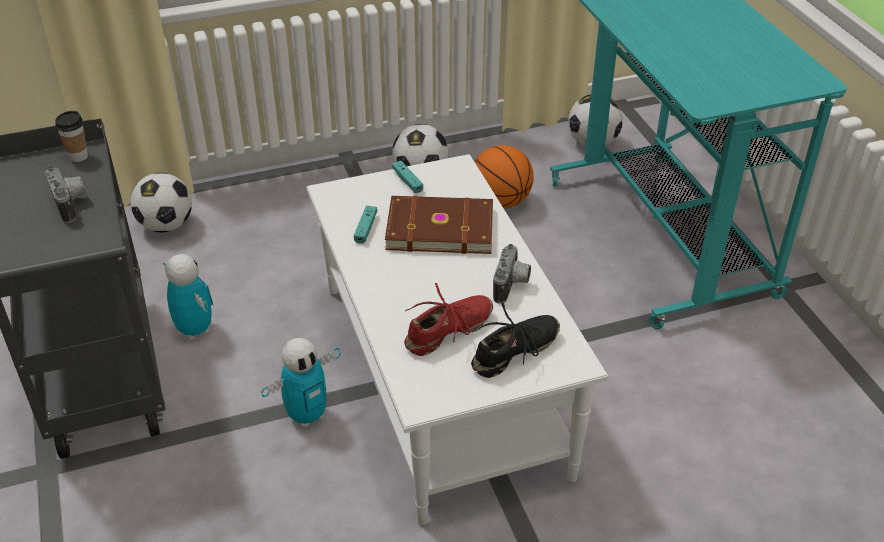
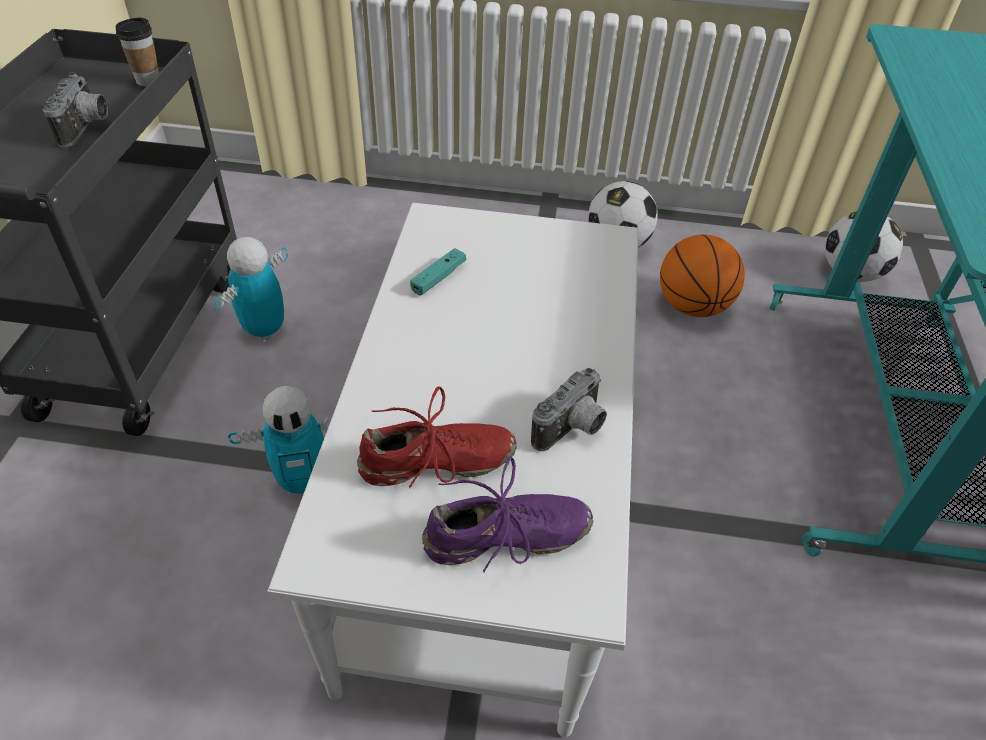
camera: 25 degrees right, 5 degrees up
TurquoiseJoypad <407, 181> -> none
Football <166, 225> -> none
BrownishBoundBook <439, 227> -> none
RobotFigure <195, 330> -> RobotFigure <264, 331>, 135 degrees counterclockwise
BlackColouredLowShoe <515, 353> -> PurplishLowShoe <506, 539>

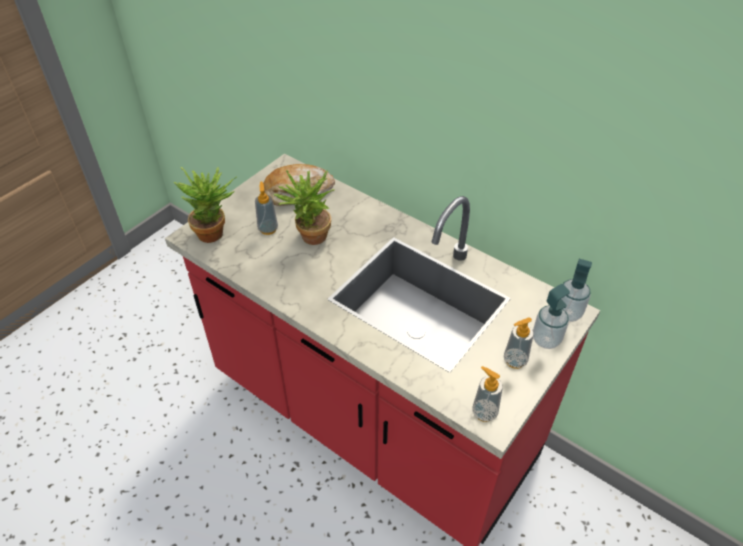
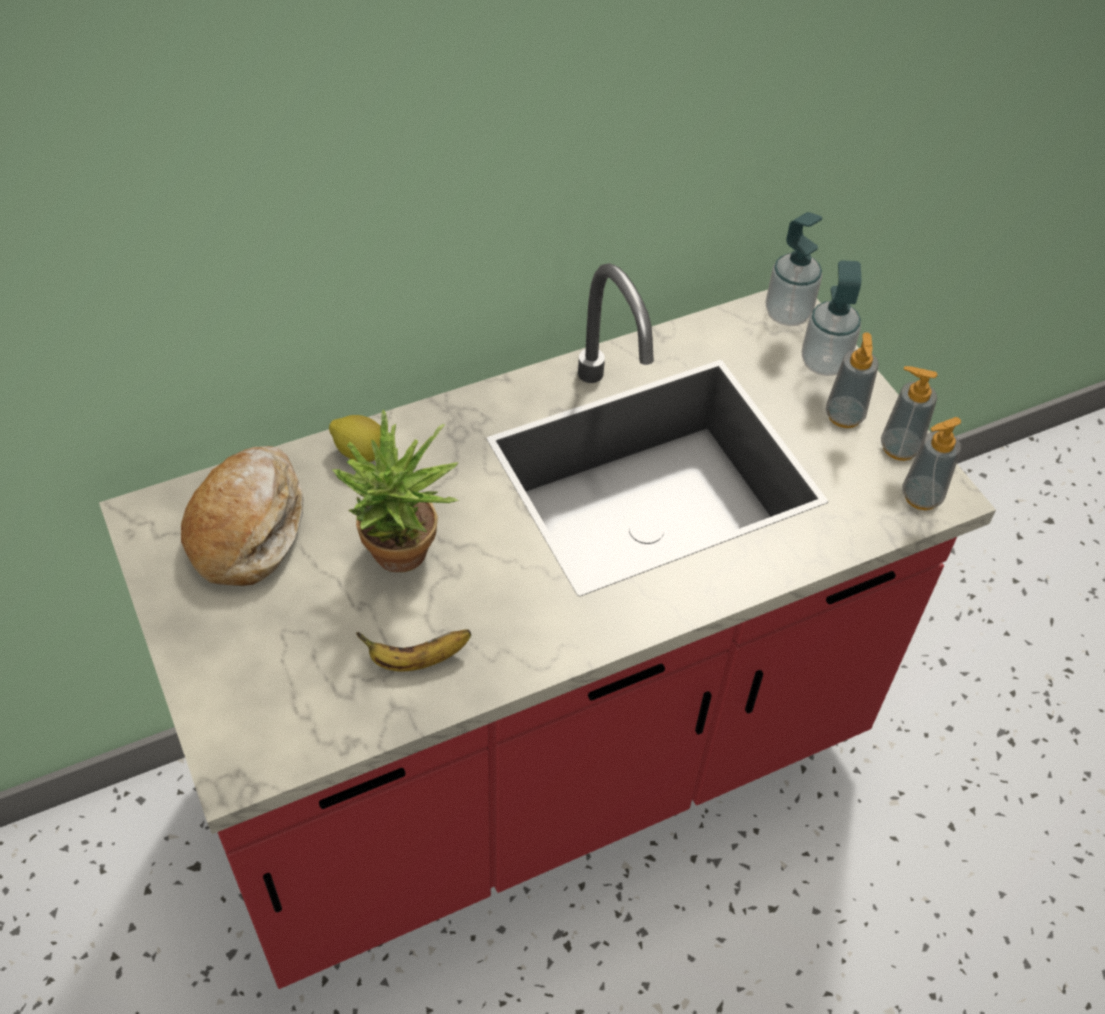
camera: 65 degrees left, 5 degrees up
PlantInAPot <216, 233> -> none
SoapDispenser <268, 229> -> SoapDispenser <899, 447>, shifted
none -> CitrusFruit <361, 452>
none -> WholeBanana <417, 660>

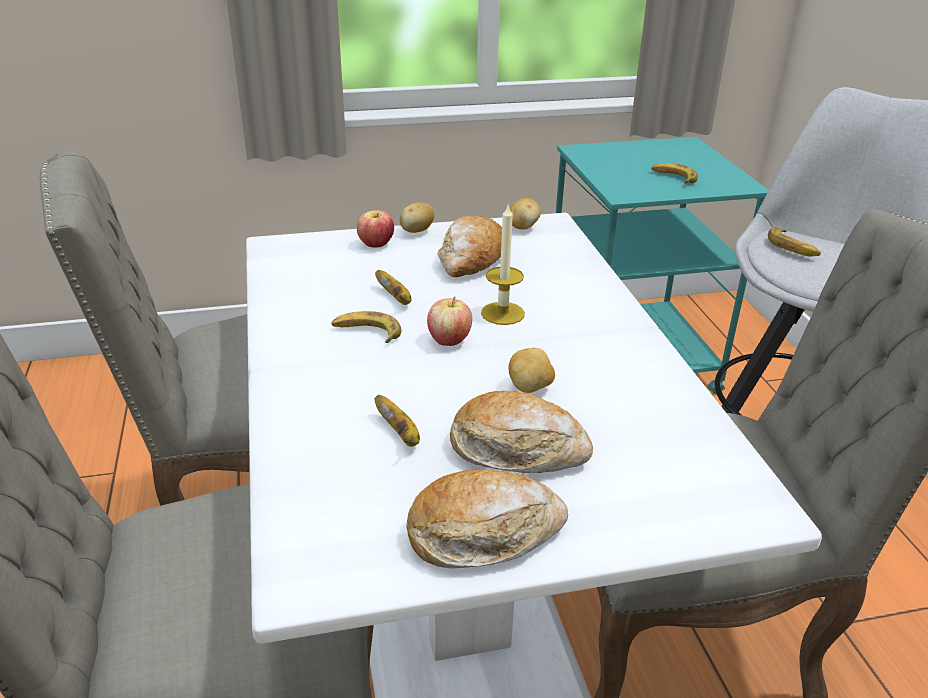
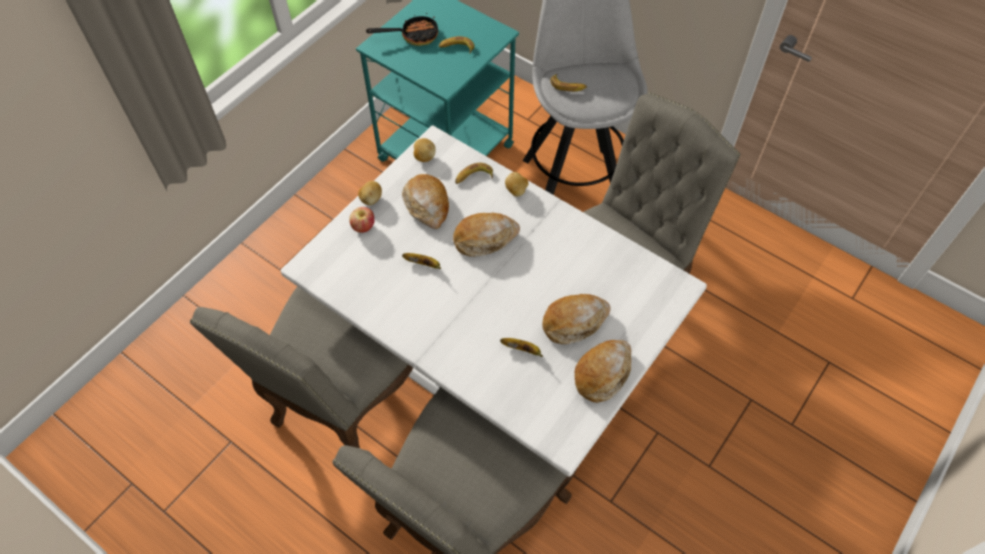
camera: 40 degrees left, 25 degrees up
WaxCandle <502, 313> -> BakedBread <485, 238>
Apple <449, 340> -> none
WholeBanana <366, 333> -> WholeBanana <473, 177>, shifted
Spud <530, 387> -> Spud <516, 191>, shifted
none -> Skillet <413, 35>

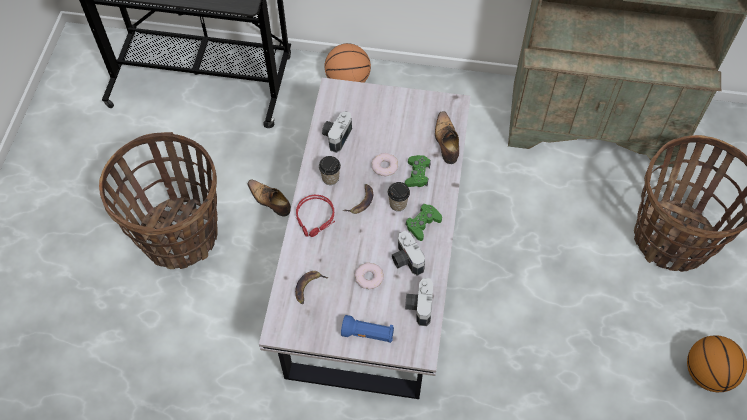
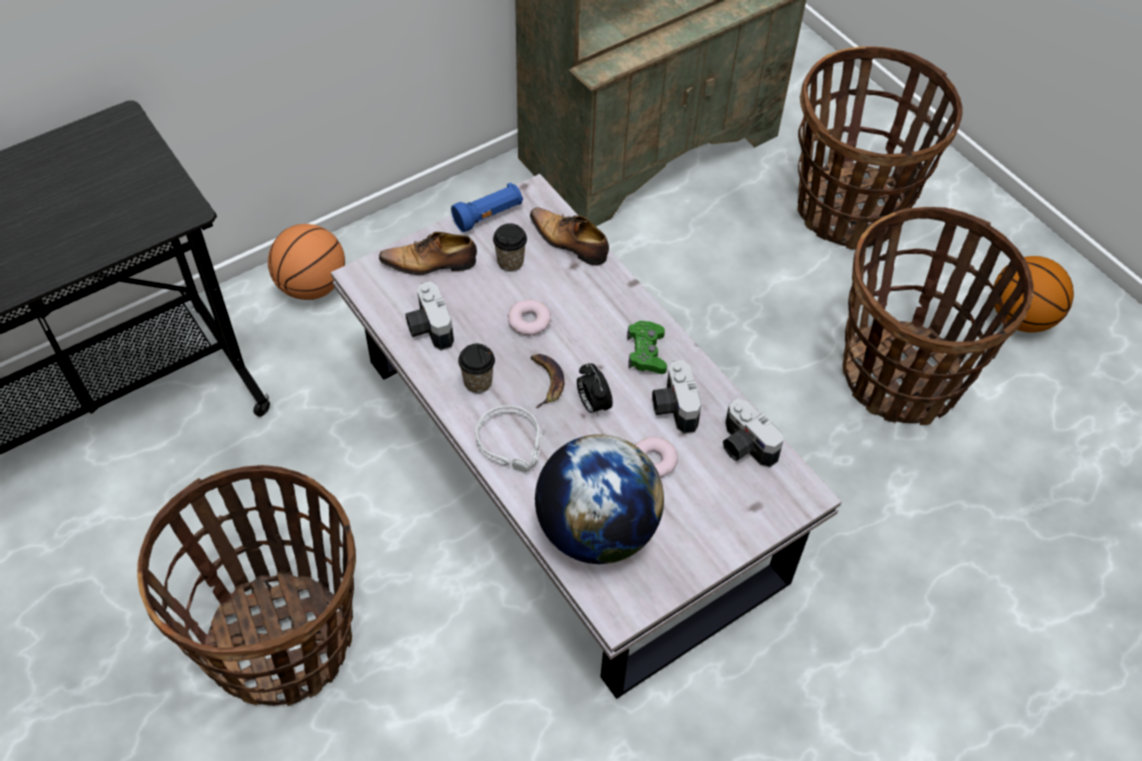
camera: 45 degrees left, 5 degrees down
GreenJoypad <417, 174> -> none
LowShoe <269, 200> -> LowShoe <431, 263>, shifted
SmallCup <398, 204> -> SmallCup <510, 262>, shifted
RedHeadset <315, 219> -> GreyishHeadset <513, 443>
PhotoCamera <405, 260> -> PhotoCamera <672, 407>, 60 degrees clockwise
WholeBanana <308, 287> -> DeskGlobe <596, 530>
BlueTorch <368, 334> -> BlueTorch <488, 216>, shifted
none -> Basket <902, 376>
none -> BedsideClock <592, 404>

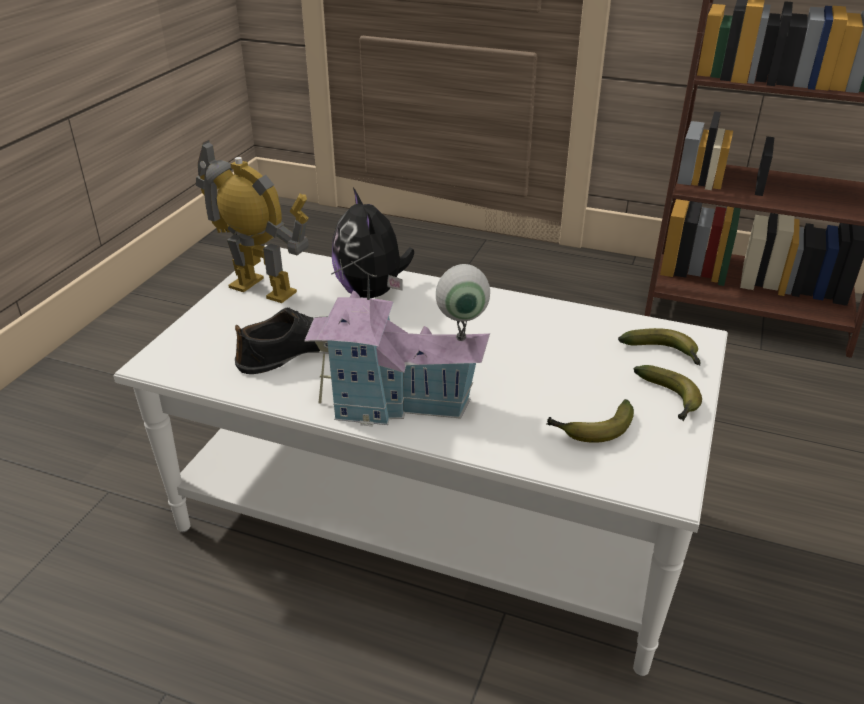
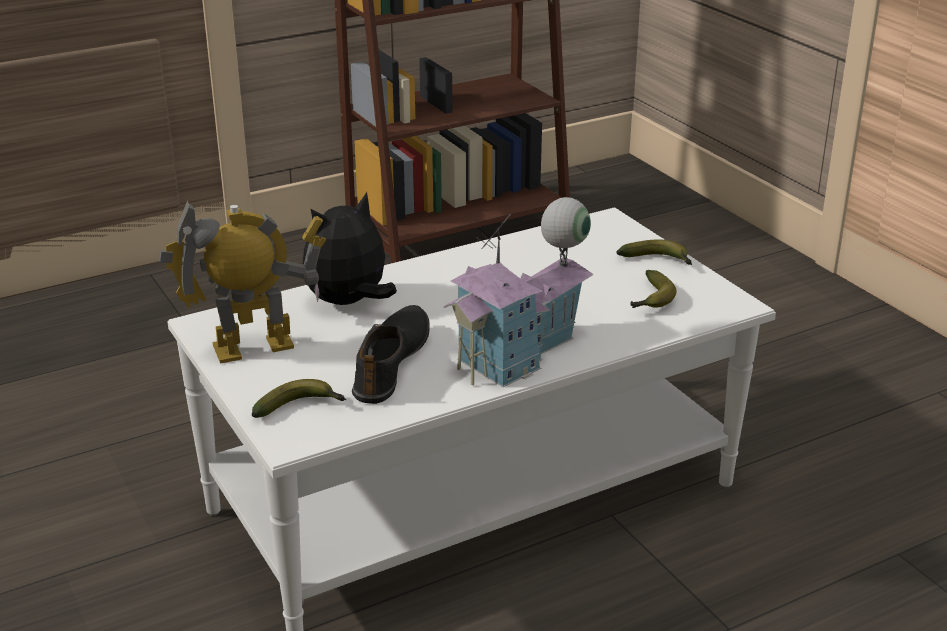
camera: 50 degrees left, 5 degrees down
SoftToy <373, 292> -> SoftToy <349, 303>, 120 degrees clockwise
WholeBanana <664, 354> -> WholeBanana <300, 408>, shifted

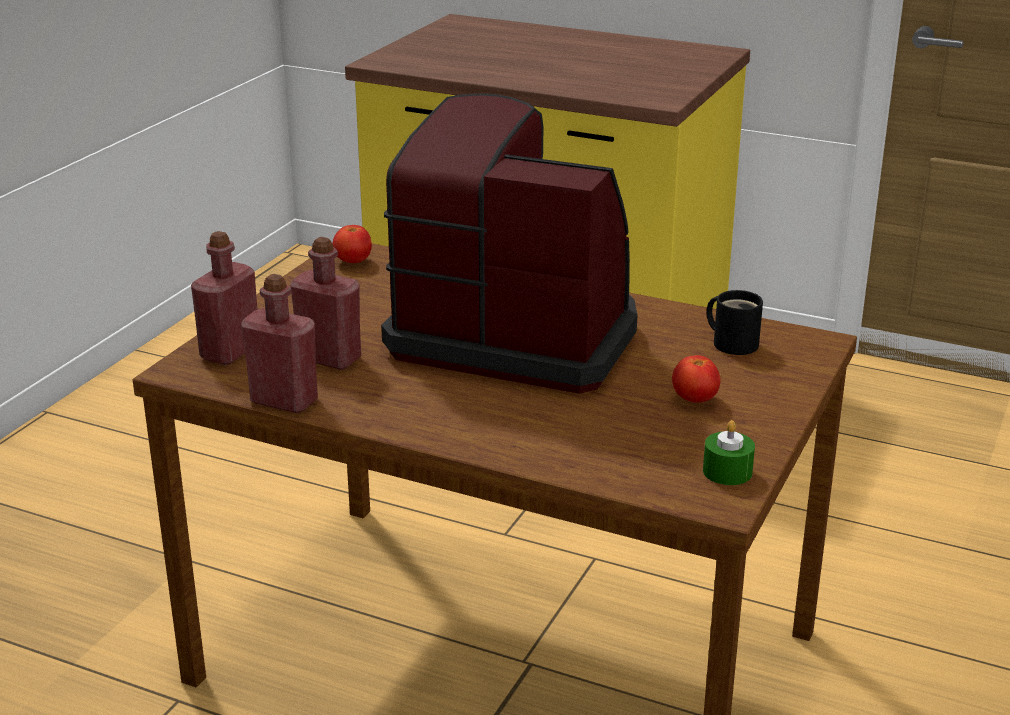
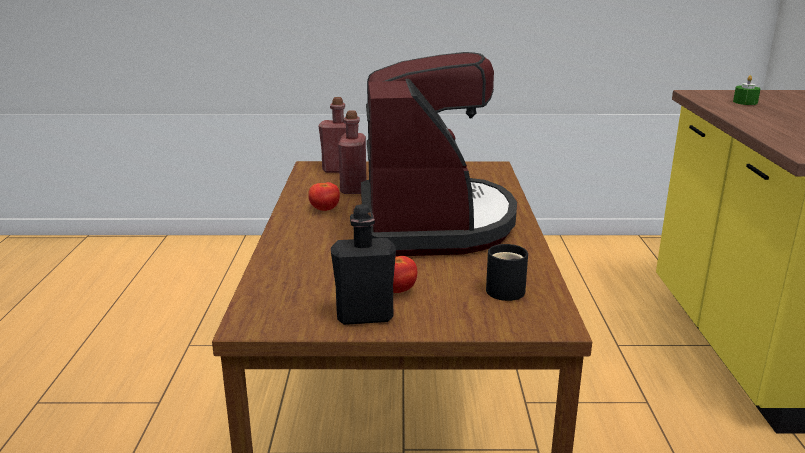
camera: 65 degrees right, 5 degrees down
WholeTomato <353, 262> -> WholeTomato <324, 209>, shifted
RedBottle <284, 401> -> none
GreenWaxCandle <727, 471> -> GreenWaxCandle <745, 102>, shifted
none -> BlackColouredBottle <364, 316>

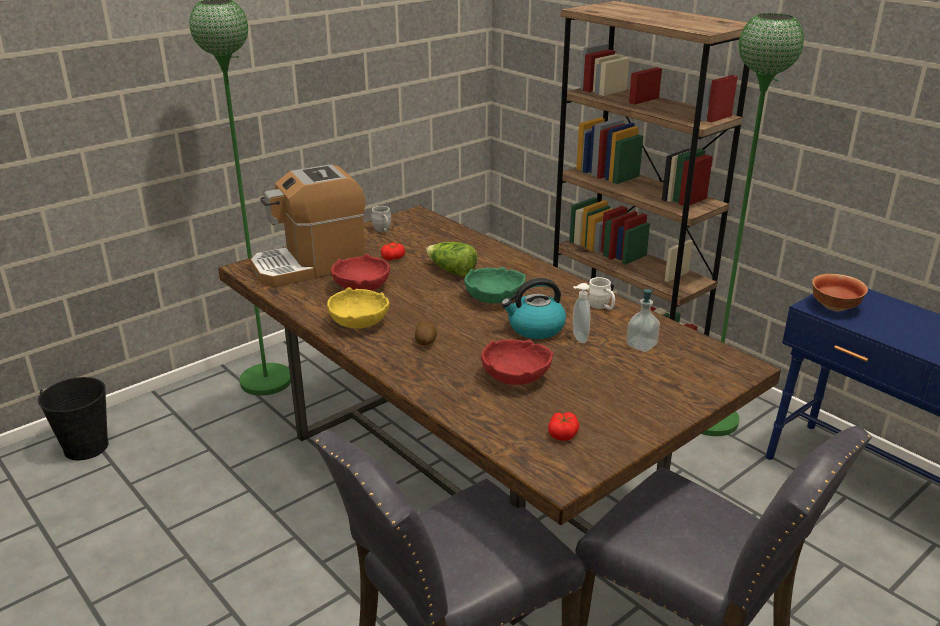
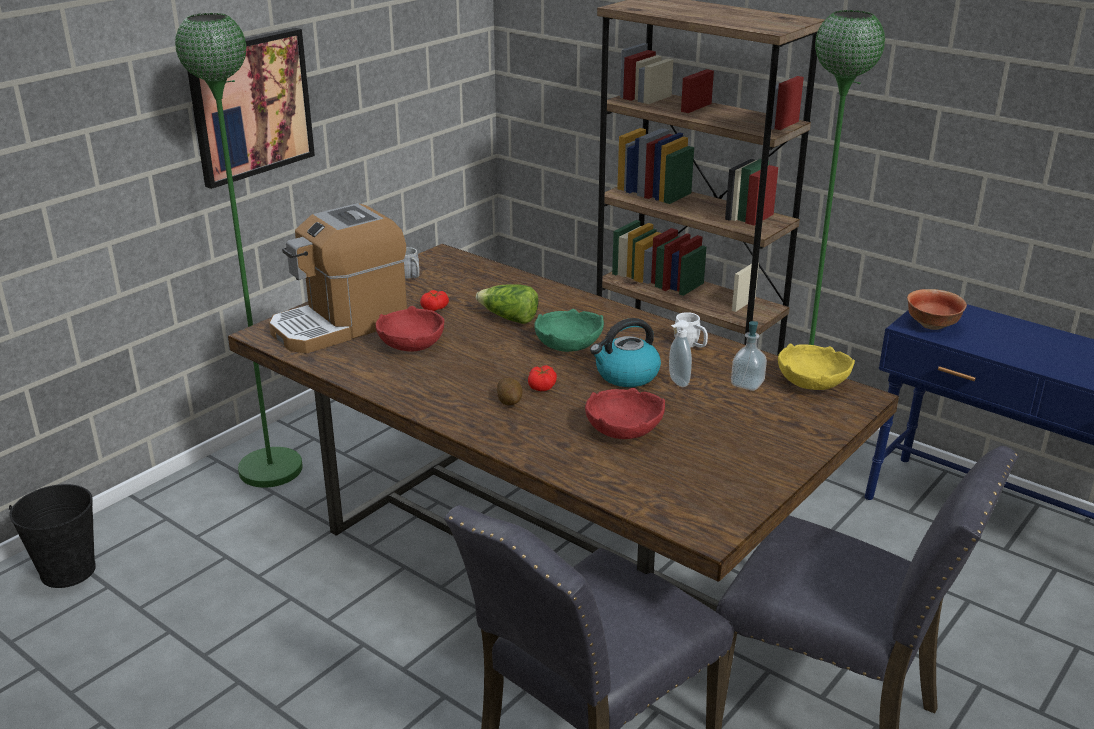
camera: 10 degrees left, 0 degrees up
YellowishDeepDish <359, 322> -> YellowishDeepDish <811, 383>, shifted
WholeTomato <563, 434> -> WholeTomato <542, 386>, shifted
none -> Picture <250, 106>

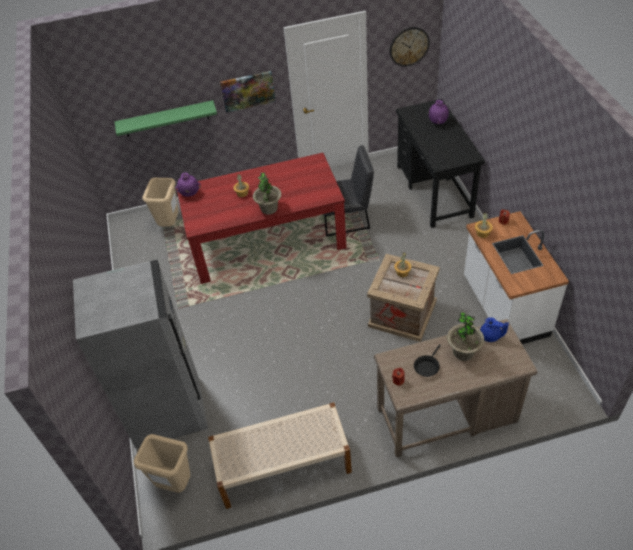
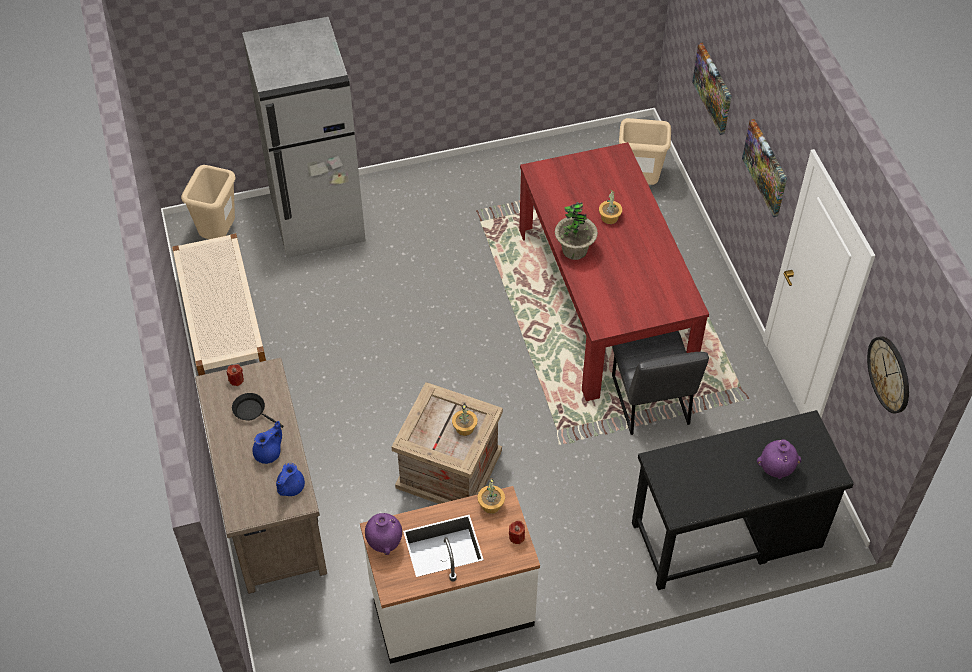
camera: 85 degrees right, 5 degrees up
GreenWallShelf <166, 119> -> Picture <713, 88>
PurplishDecorativeVase <189, 194> -> PurplishDecorativeVase <384, 542>, shifted
PlantInAPot <463, 352> -> BlueTeapot <269, 453>

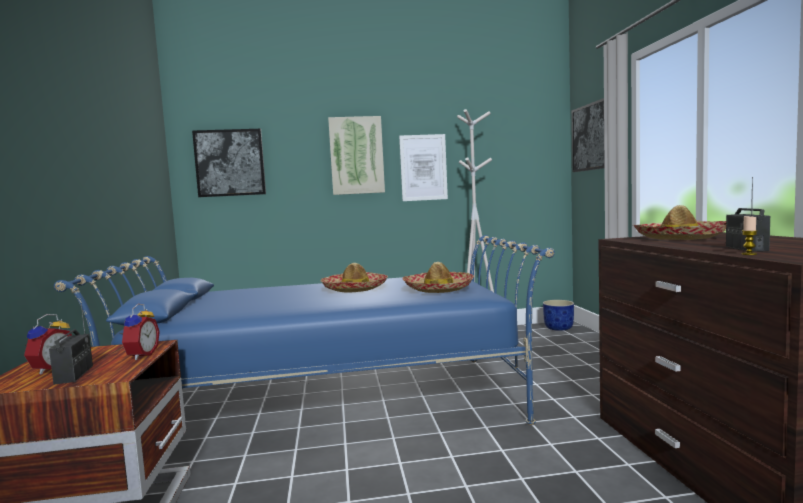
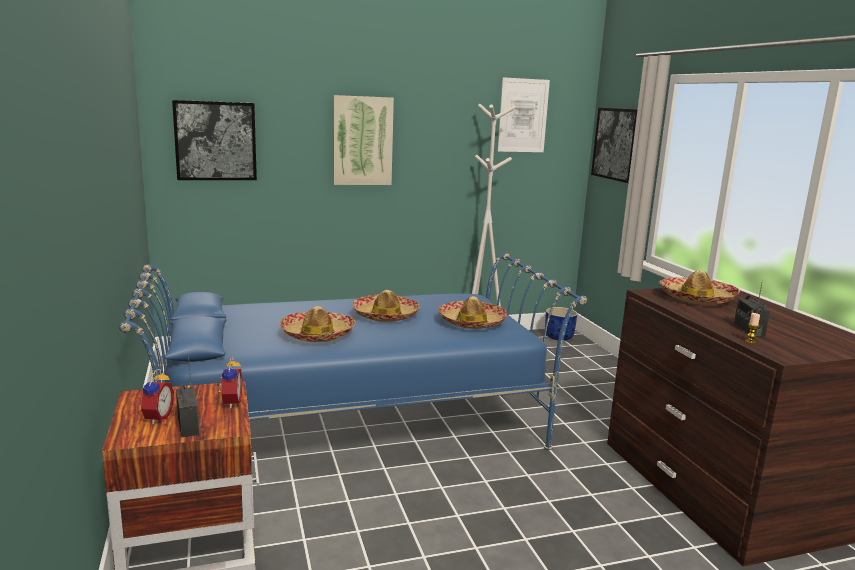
camera: 10 degrees left, 10 degrees up
Picture <423, 167> -> Picture <523, 115>, shifted
none -> WearableHat <317, 334>

